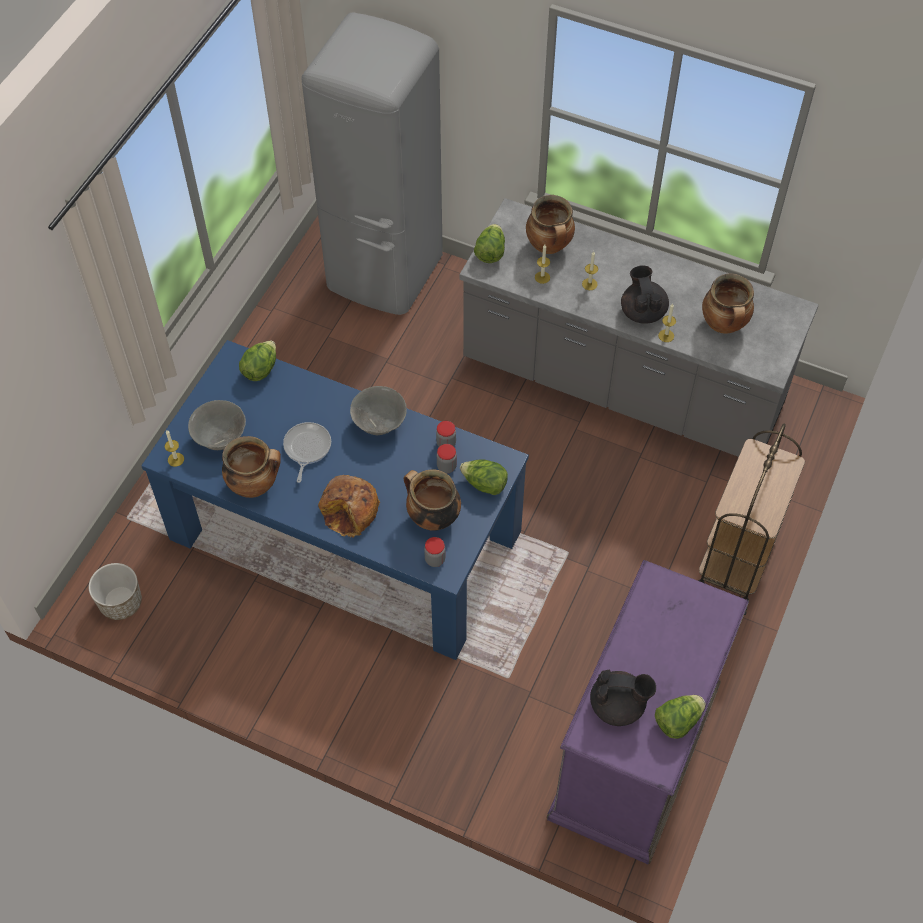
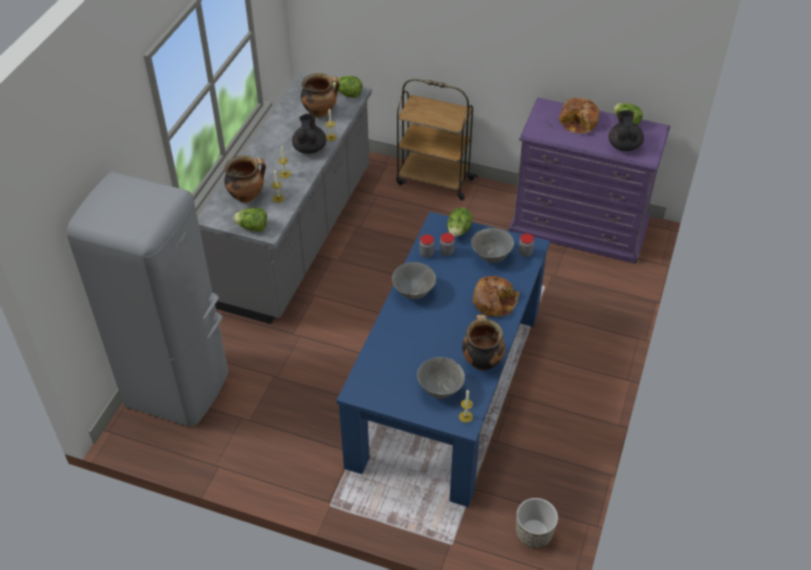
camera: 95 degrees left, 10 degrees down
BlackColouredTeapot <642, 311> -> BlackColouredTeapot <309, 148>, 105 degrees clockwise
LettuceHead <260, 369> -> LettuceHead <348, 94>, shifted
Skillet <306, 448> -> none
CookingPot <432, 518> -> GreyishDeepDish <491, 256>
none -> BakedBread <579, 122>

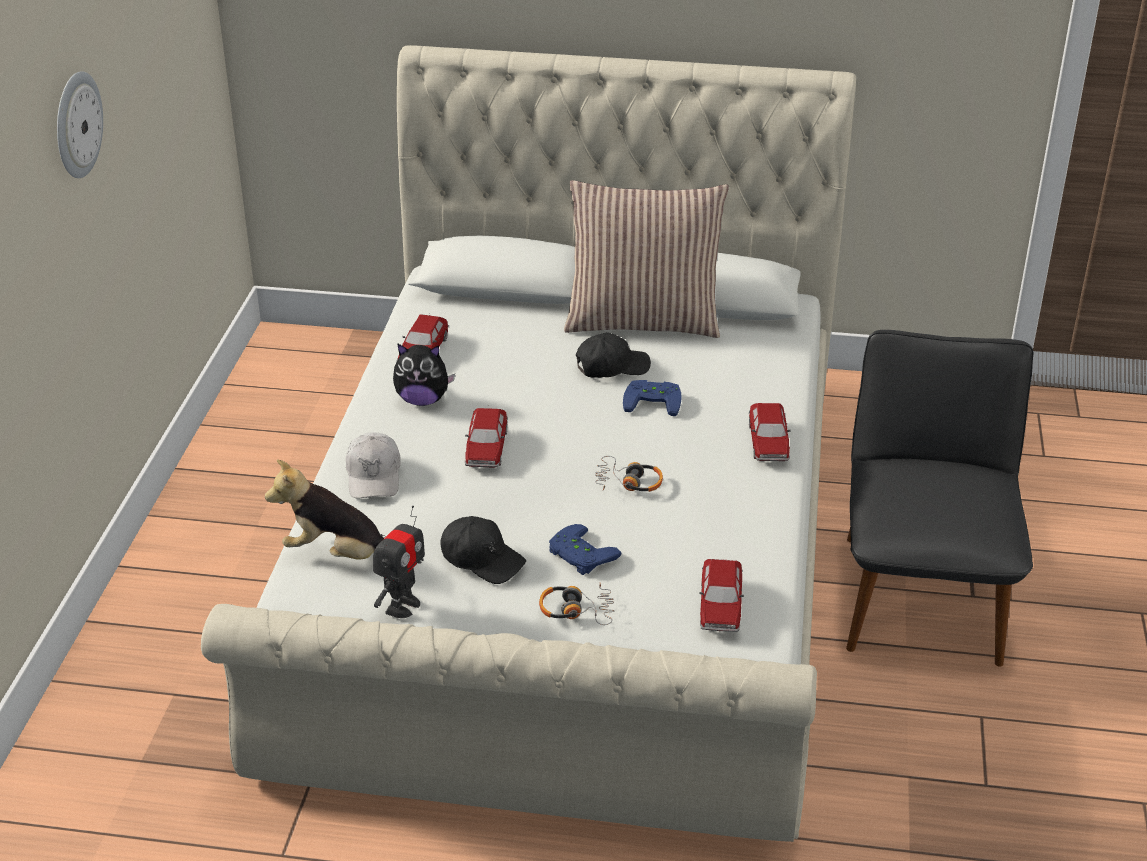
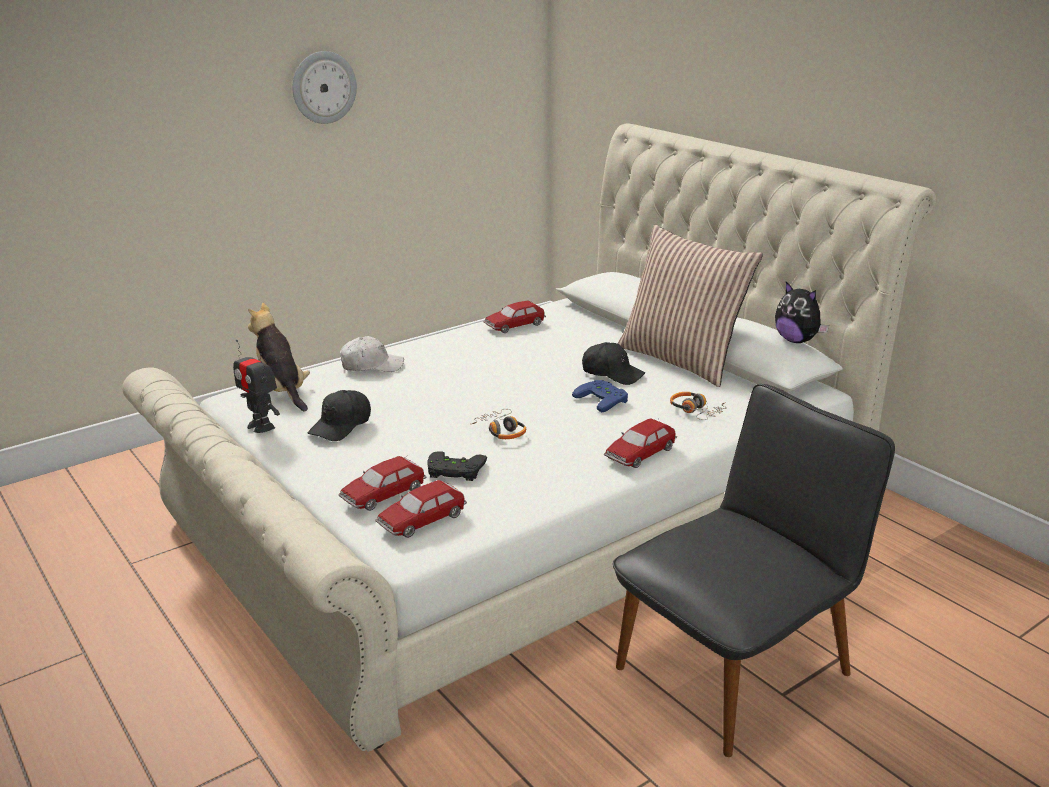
camera: 45 degrees right, 10 degrees down
SoftToy <422, 400> -> SoftToy <797, 340>, shifted
ToyCar <486, 448> -> ToyCar <383, 494>, shifted
WhitePeakedCap <374, 476> -> WhitePeakedCap <371, 365>, 135 degrees counterclockwise
RobotFigure <402, 606> -> RobotFigure <261, 426>, 60 degrees clockwise
BlackColouredPeakedCap <482, 559> -> BlackColouredPeakedCap <341, 425>, 45 degrees clockwise
BlueJoypad <579, 555> -> none
Headset <577, 610> -> Headset <696, 411>, shifted
none -> BlackColouredJoypad <454, 471>

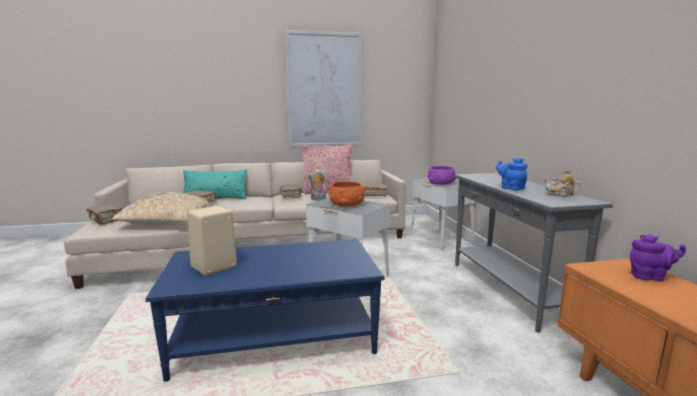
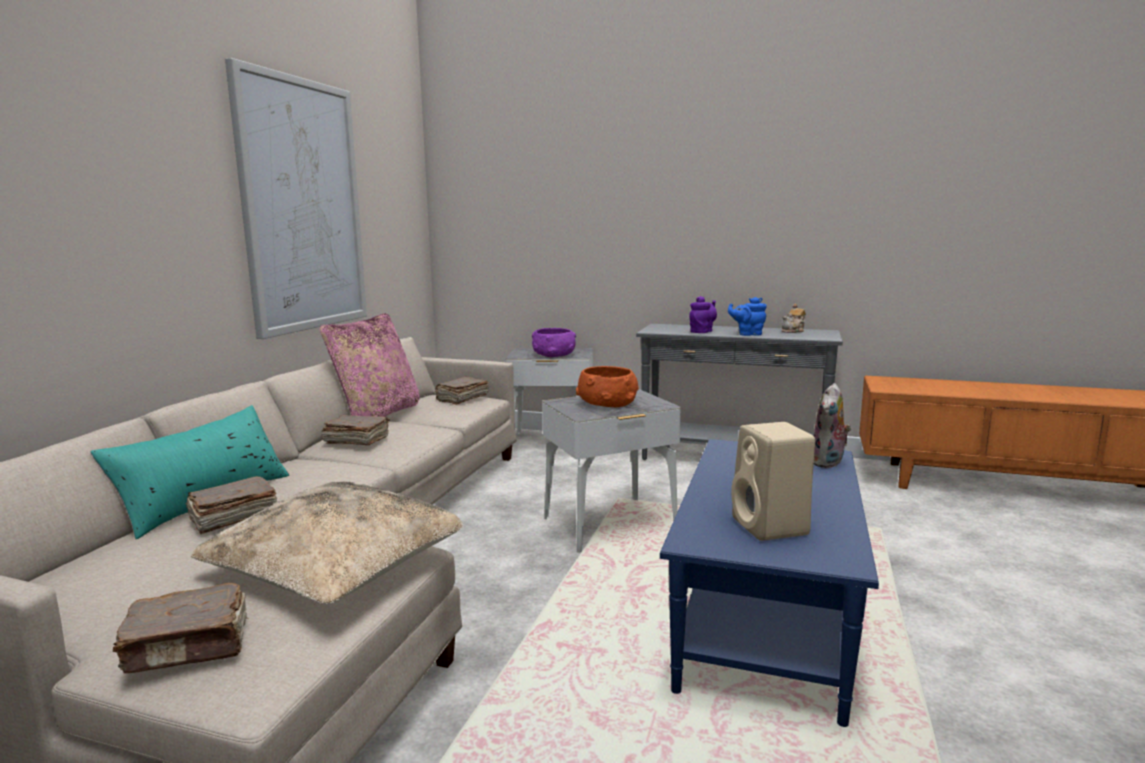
camera: 60 degrees left, 0 degrees up
SoftToy <317, 199> -> SoftToy <828, 463>, shifted
PurplishTeapot <650, 277> -> PurplishTeapot <702, 331>, shifted

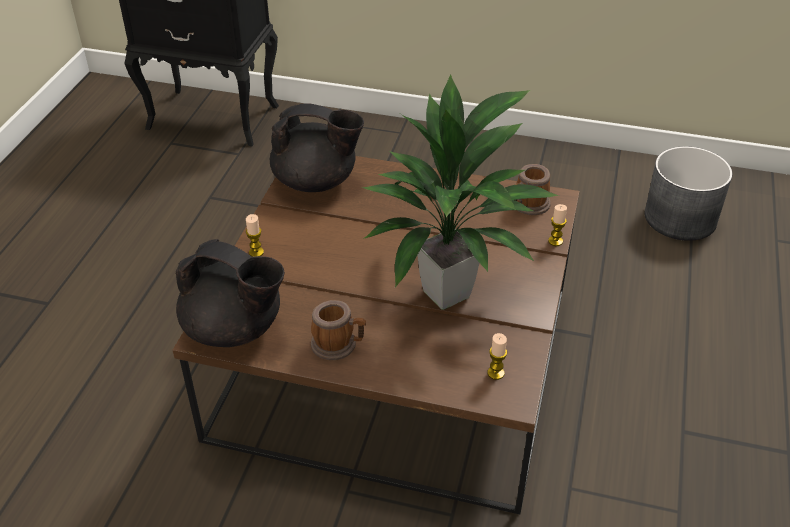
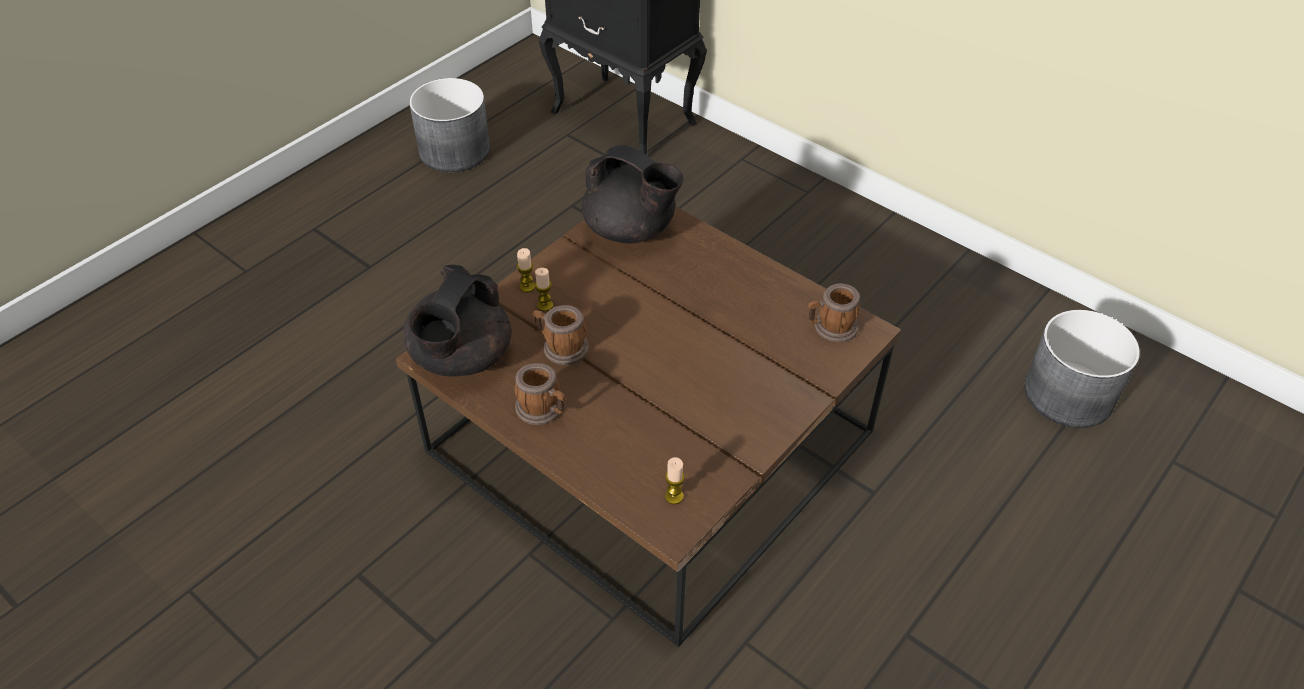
camera: 25 degrees right, 5 degrees up
PlantInAPot <449, 293> -> none
WaxCandle <555, 241> -> WaxCandle <545, 305>, shifted
BlackColouredTeapot <234, 328> -> BlackColouredTeapot <460, 358>, 60 degrees clockwise
none -> GreyishPlanter <454, 150>
none -> TeaMug <561, 347>

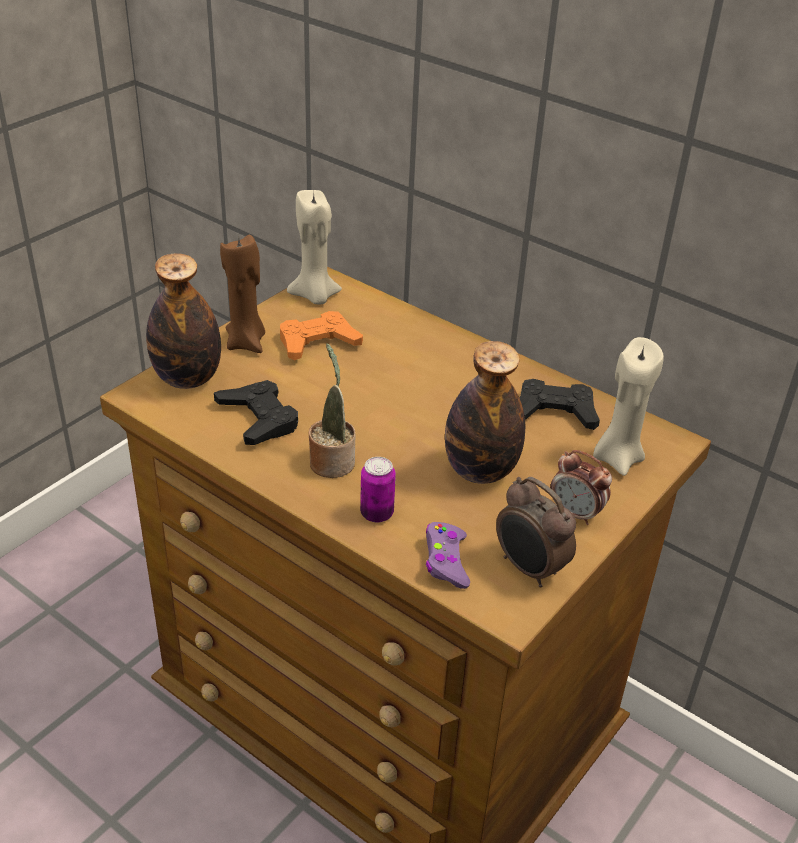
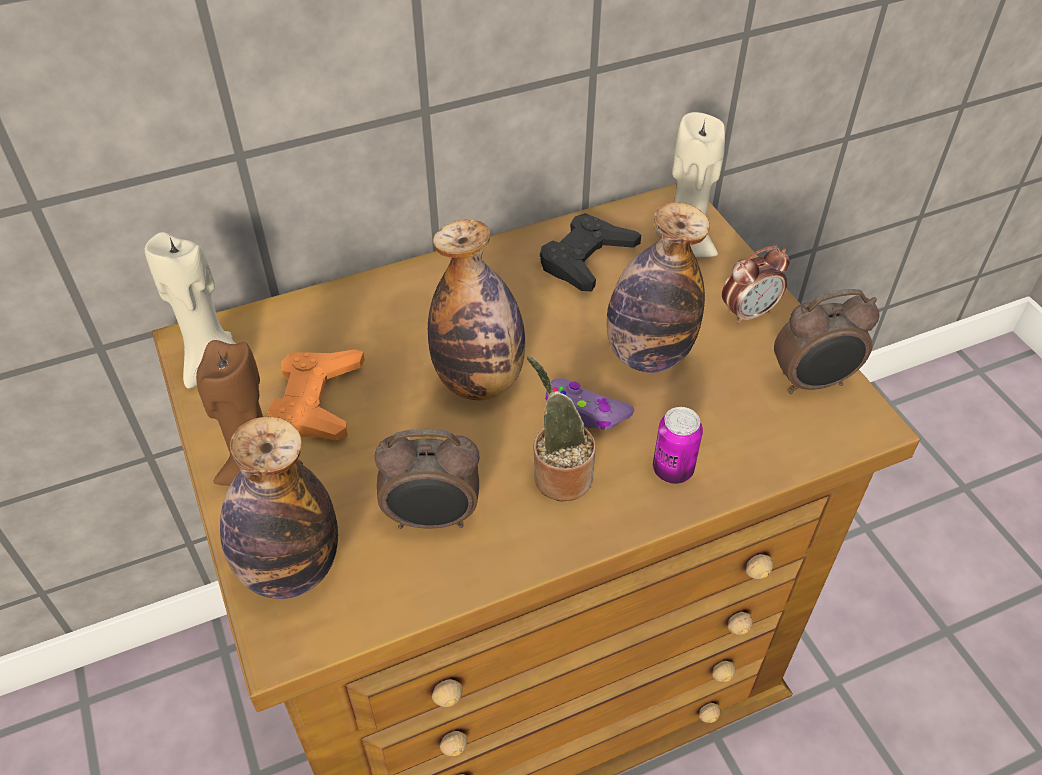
camera: 60 degrees left, 10 degrees up
BlackColouredJoypad <259, 418> -> BedsideClock <432, 519>
PurplishJoypad <446, 561> -> PurplishJoypad <585, 412>, shifted
none -> Bottle <479, 381>

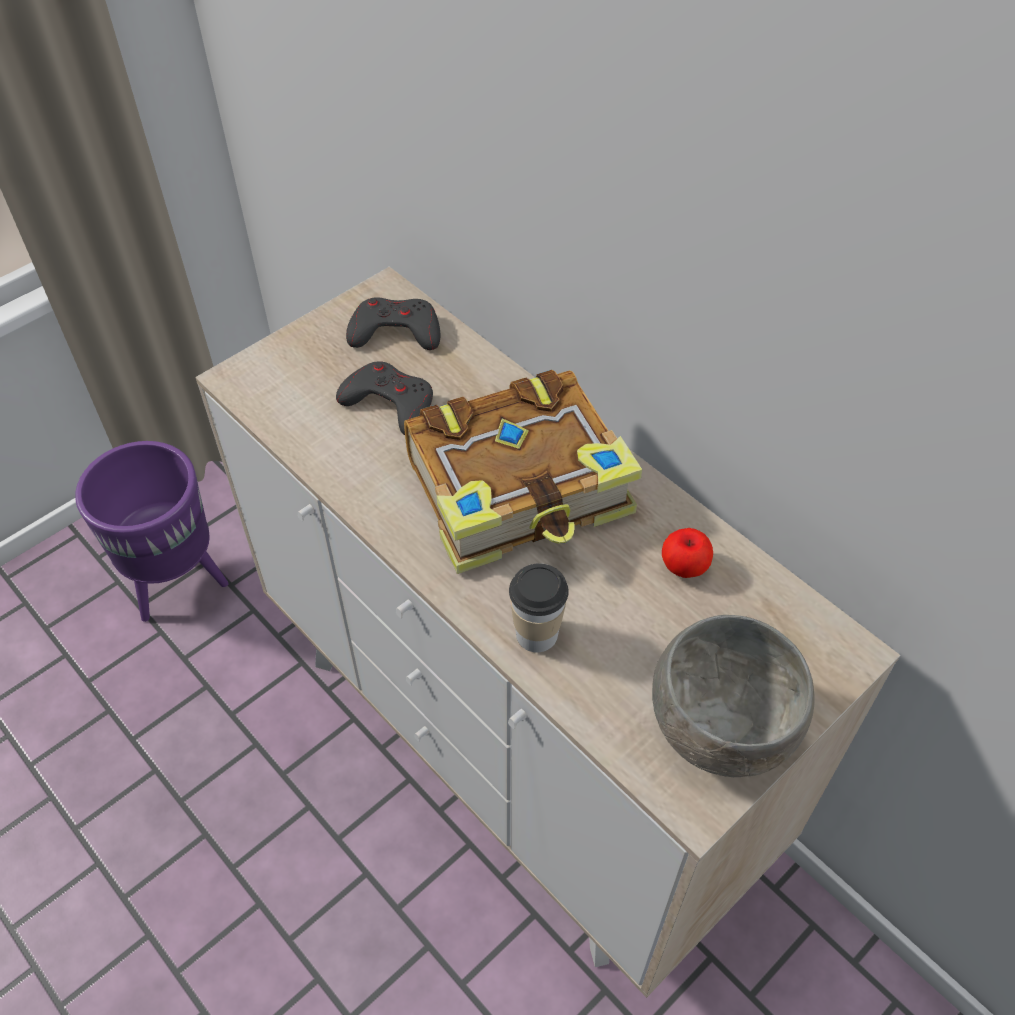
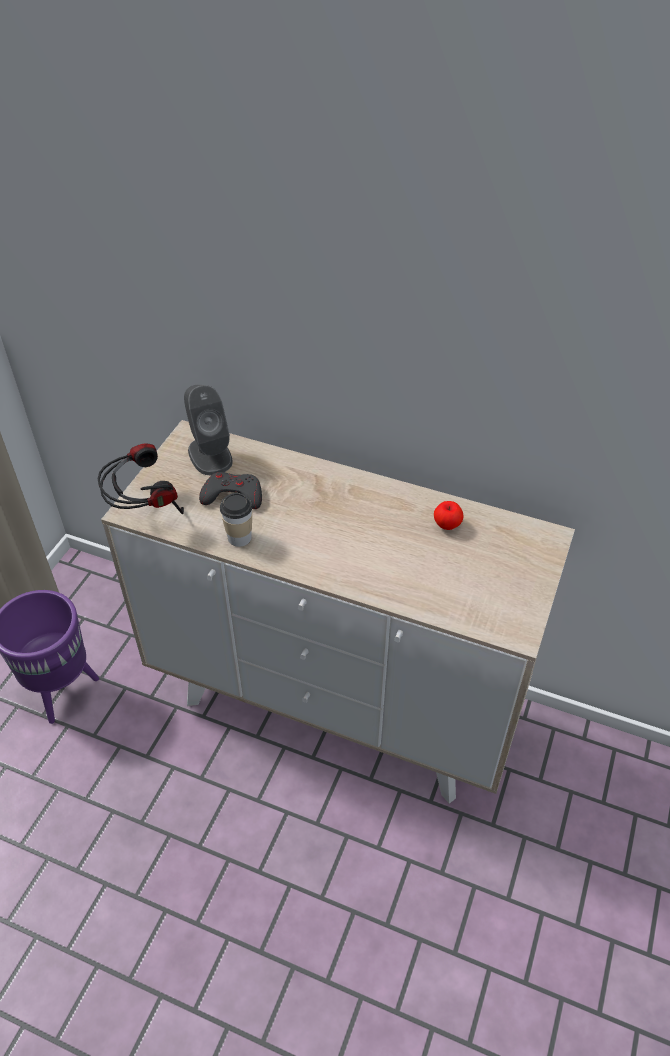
camera: 25 degrees left, 5 degrees down
GreyishJoypad <395, 332> -> GreyishAudioSpeaker <210, 455>
BoundBook <521, 490> -> none
SmallCup <536, 633> -> SmallCup <239, 537>, shifted
GreyishDeepDish <718, 729> -> none
none -> Headset <144, 510>

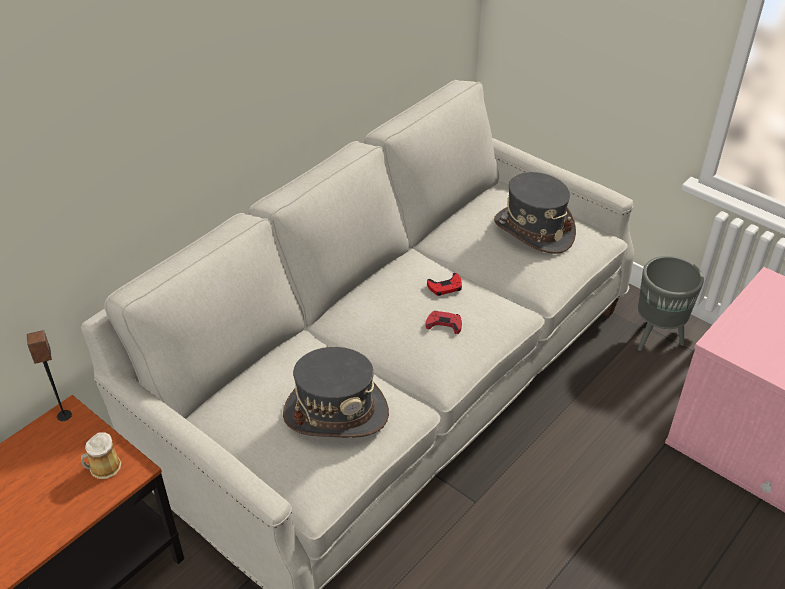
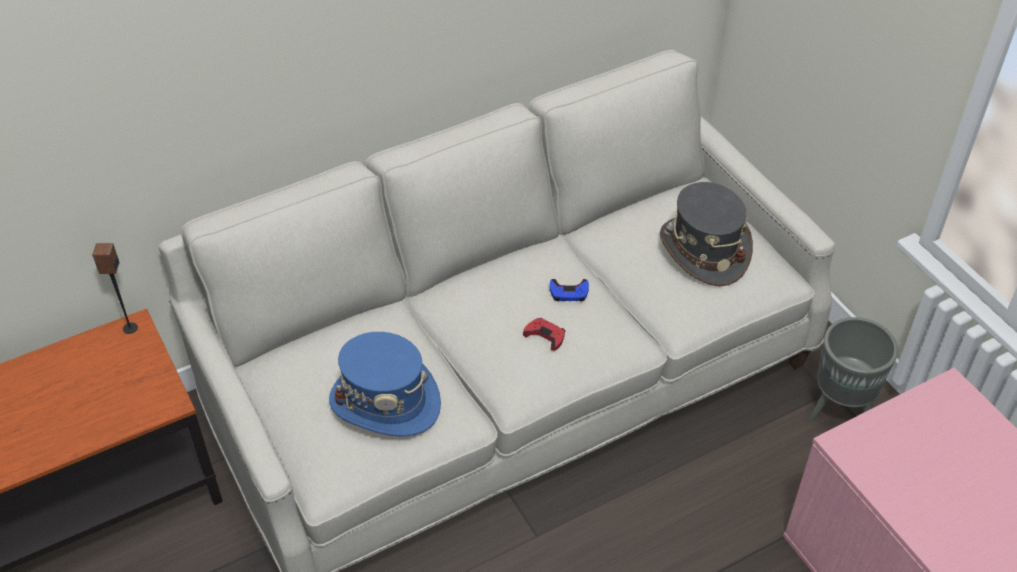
camera: 20 degrees right, 5 degrees up
RedJoypad <445, 287> -> BlueJoypad <569, 293>
GreyishWearableHat <336, 413> -> BlueWearableHat <385, 402>
TeaMug <103, 468> -> none

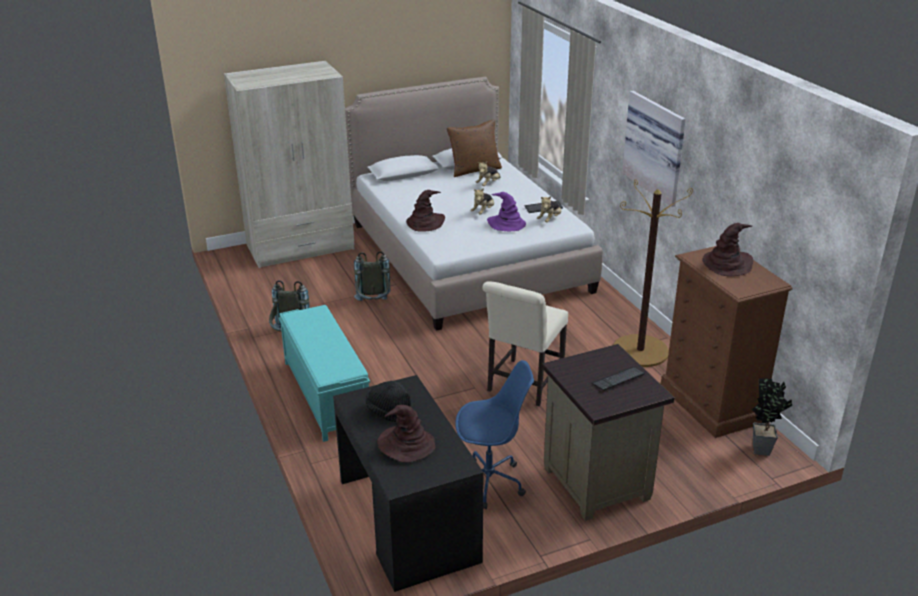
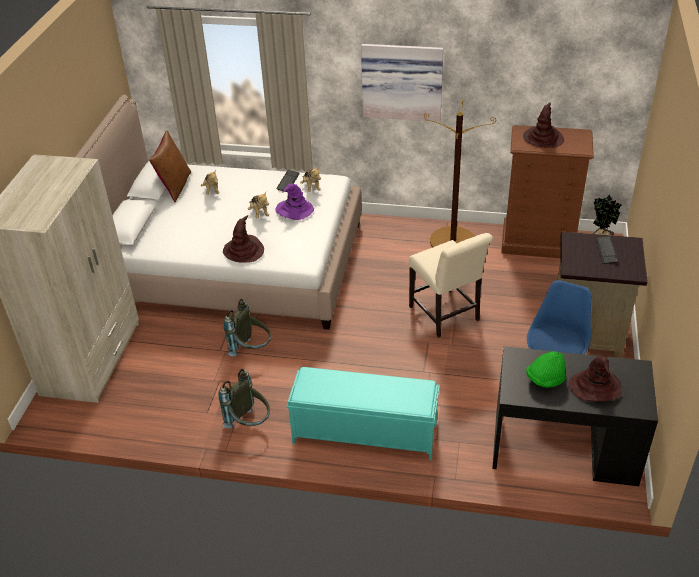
camera: 55 degrees left, 10 degrees up
BlackColouredWearableHat <389, 411> -> GreenWearableHat <545, 379>

